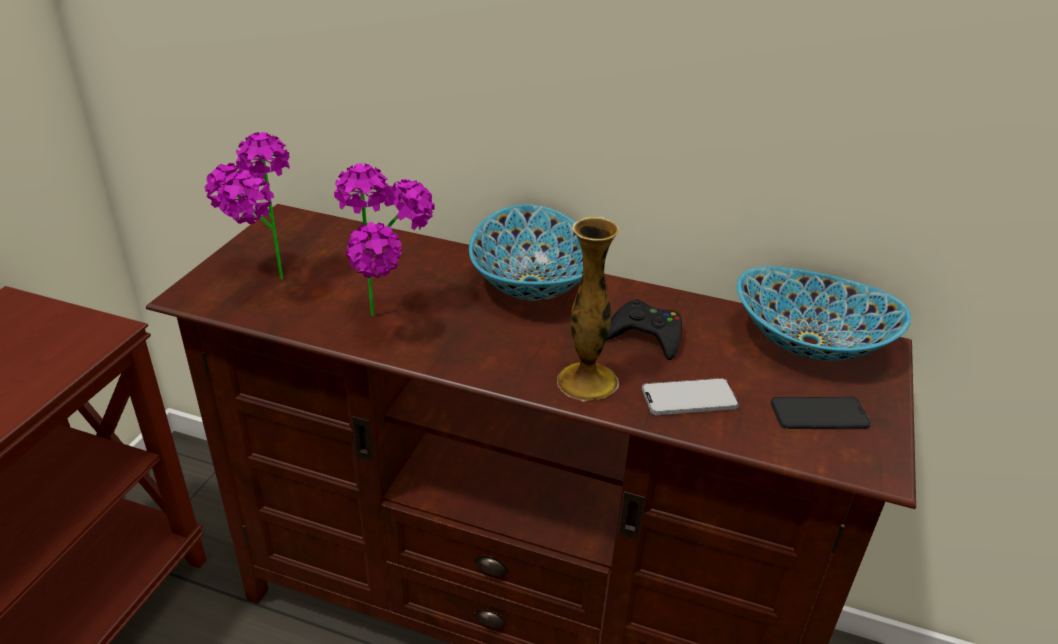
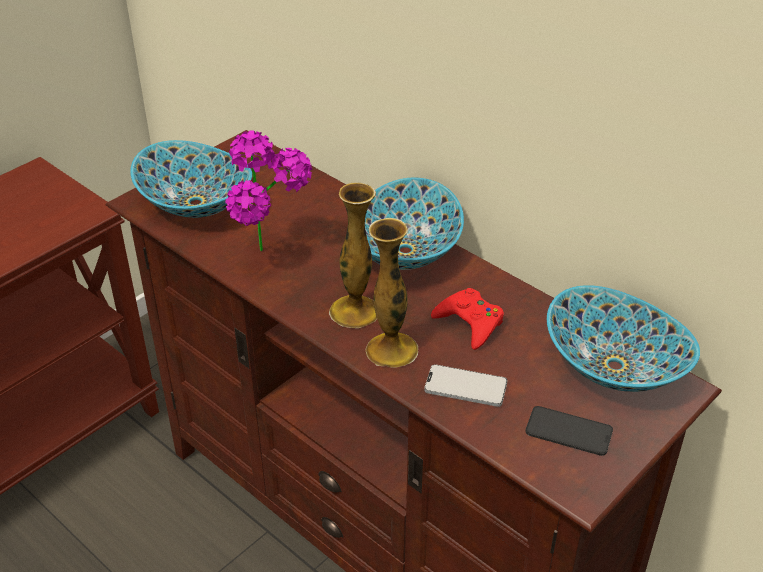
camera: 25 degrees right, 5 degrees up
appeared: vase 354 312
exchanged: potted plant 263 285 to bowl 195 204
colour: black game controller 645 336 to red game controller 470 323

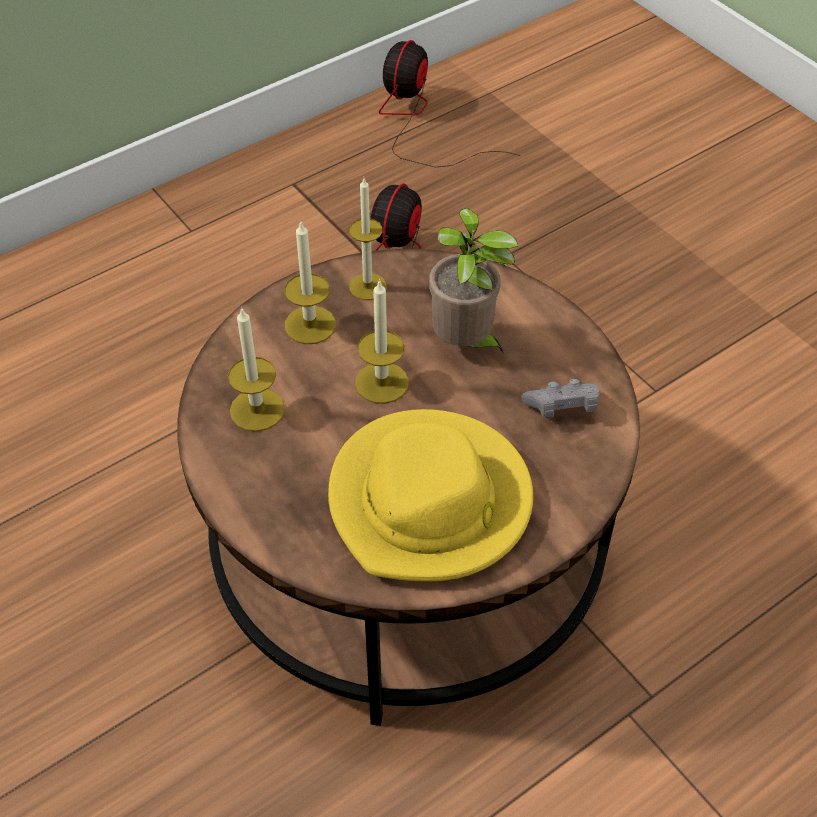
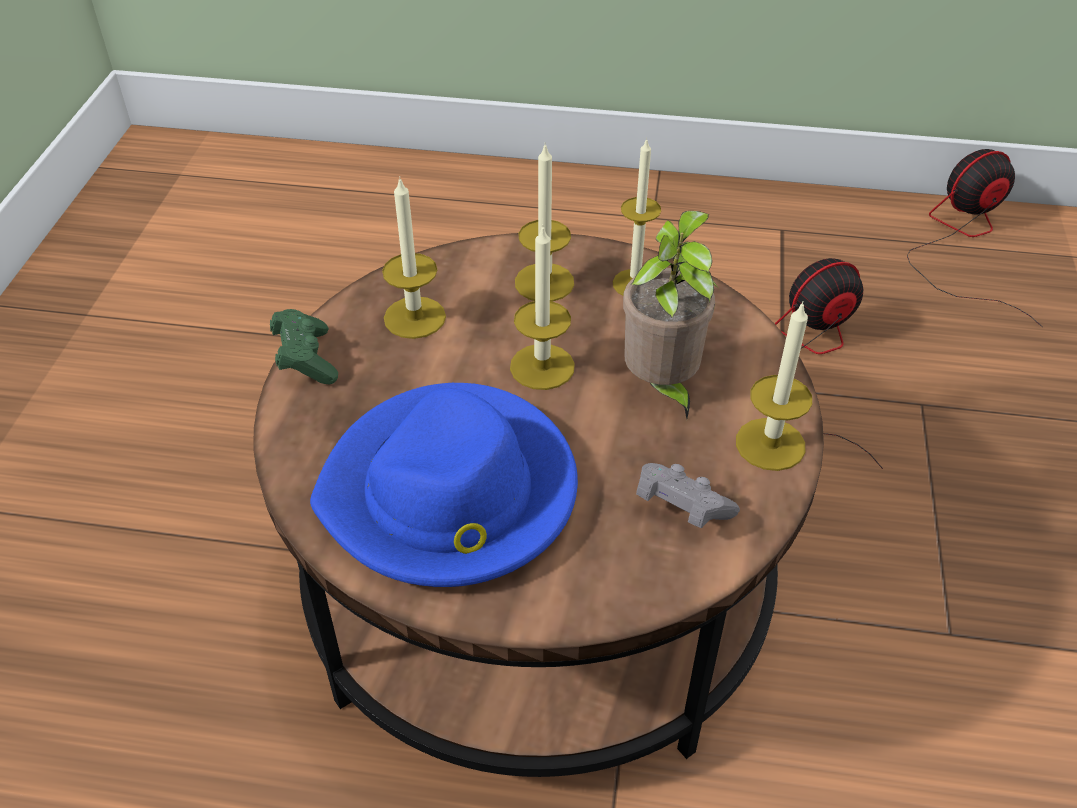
camera: 45 degrees right, 5 degrees down
appeared: green game controller 306 360; candle 770 444
colour: yellow hat 430 502 to blue hat 450 493

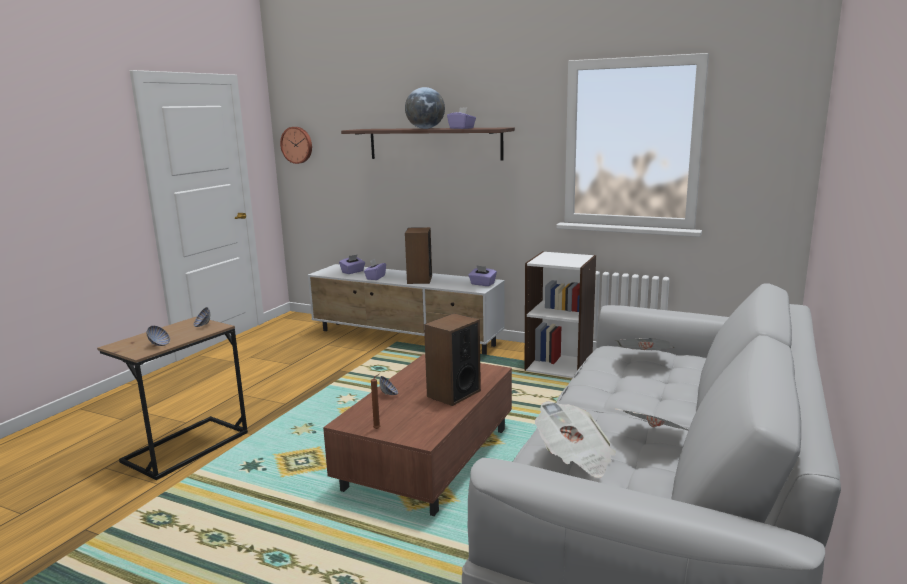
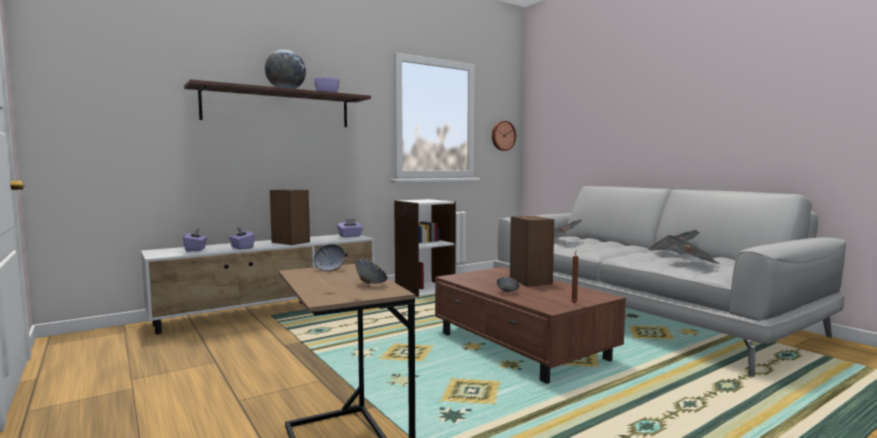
camera: 60 degrees left, 10 degrees down
relocated: wall clock 297 145 to 502 136

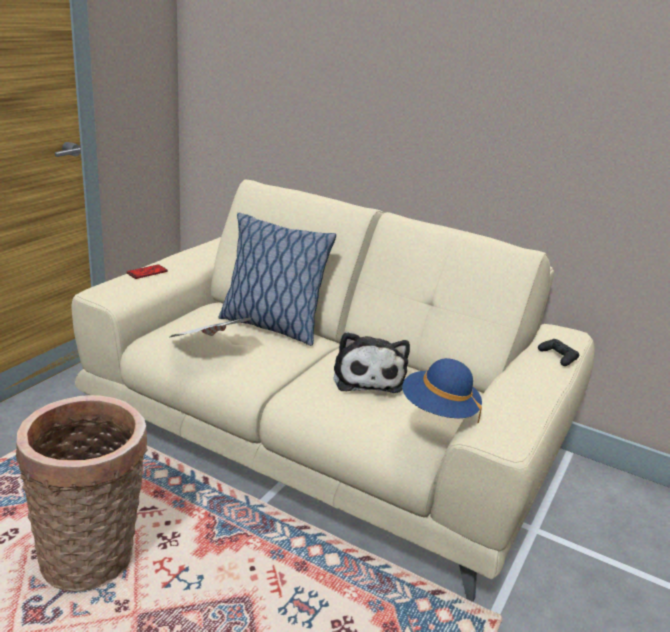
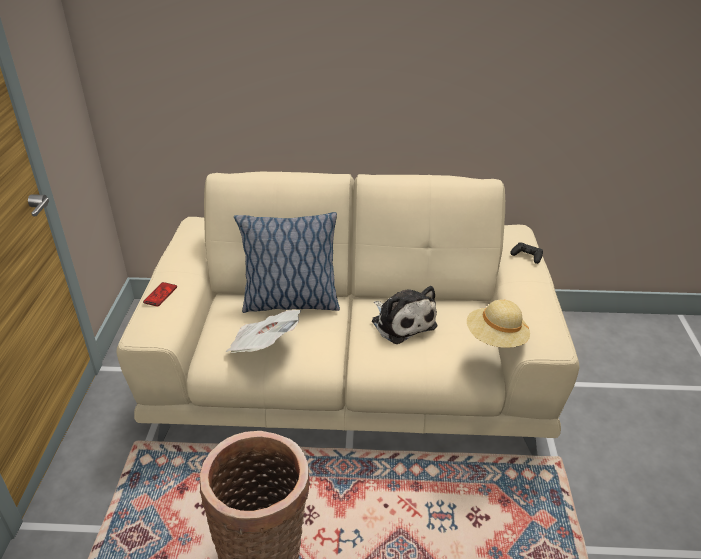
camera: 25 degrees left, 10 degrees up
colour: blue hat 438 411 to beige hat 496 339

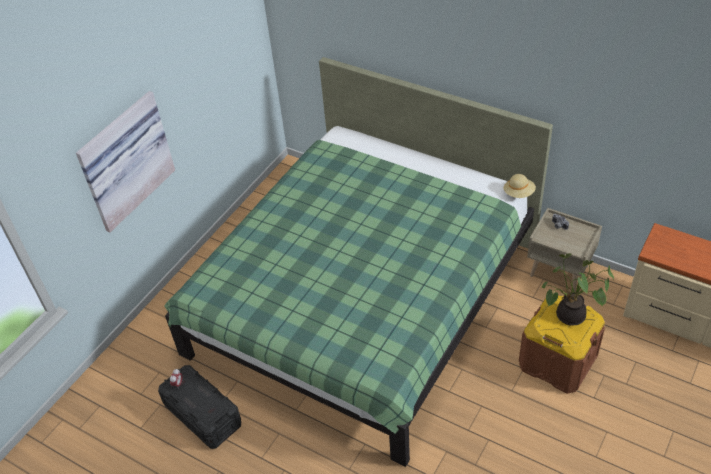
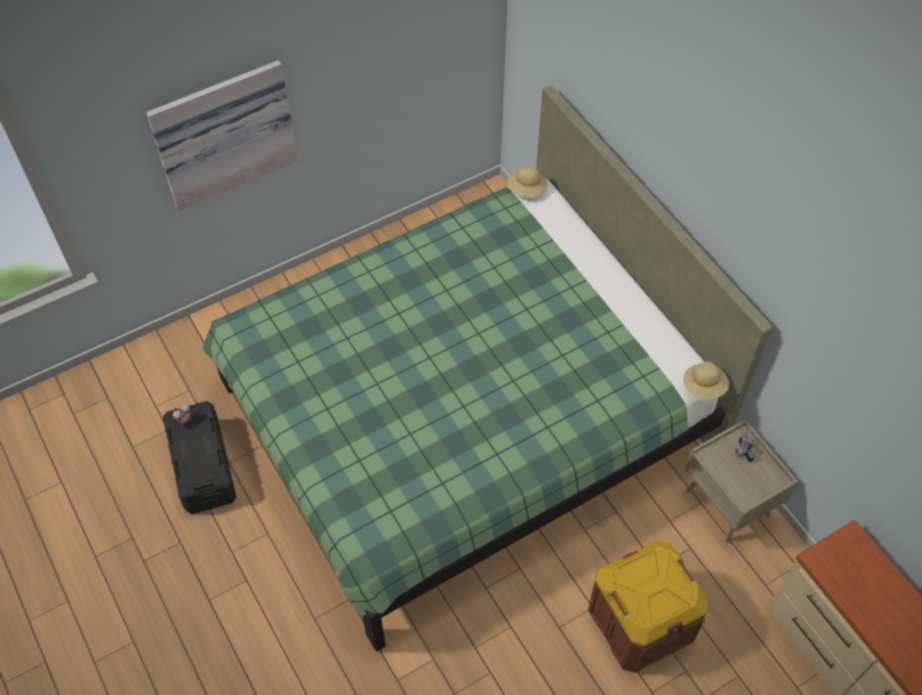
camera: 25 degrees right, 10 degrees up
missing: potted plant 569 317
appeared: beige hat 526 190

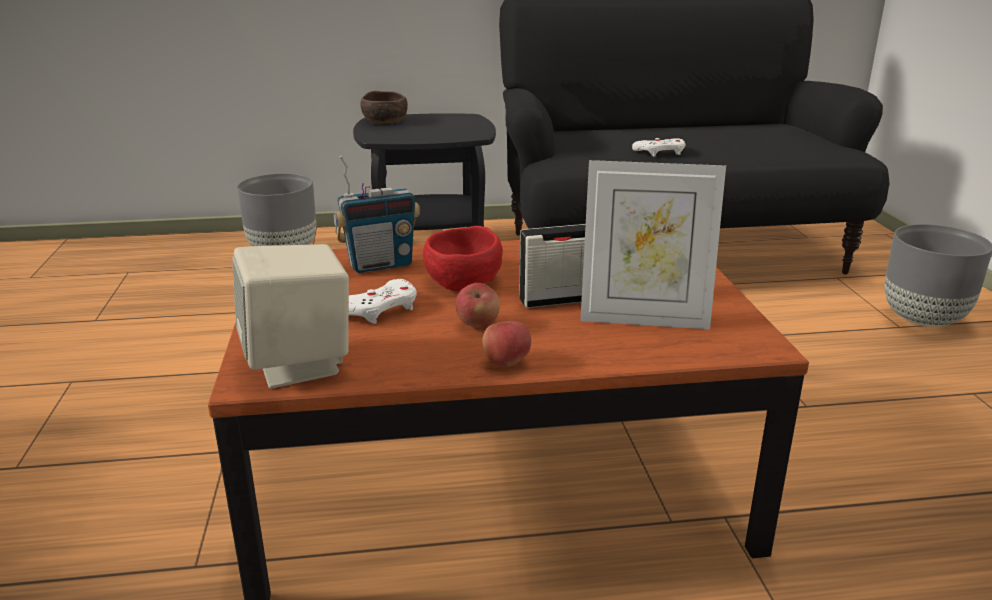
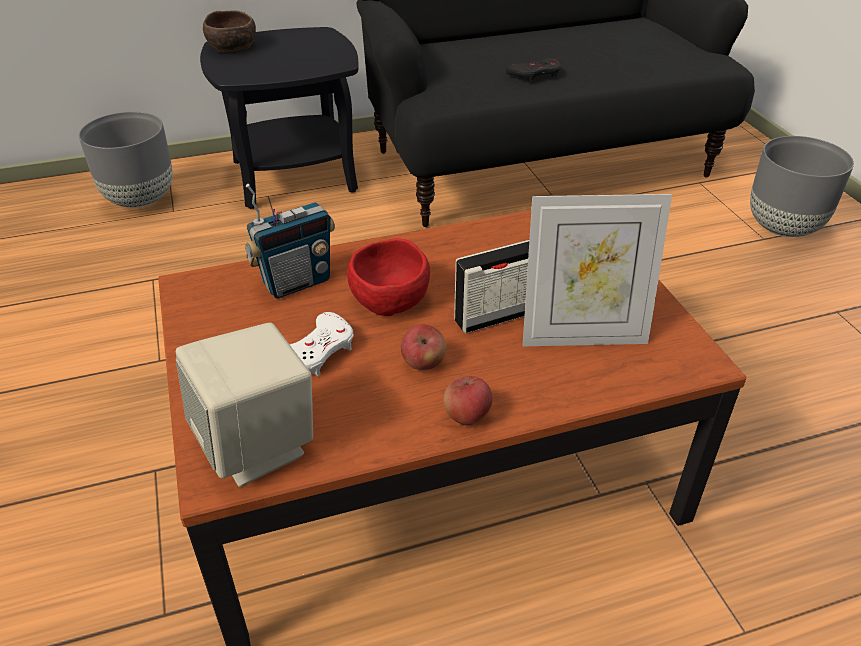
camera: 10 degrees left, 15 degrees up
colour: white game controller 660 152 to black game controller 535 75

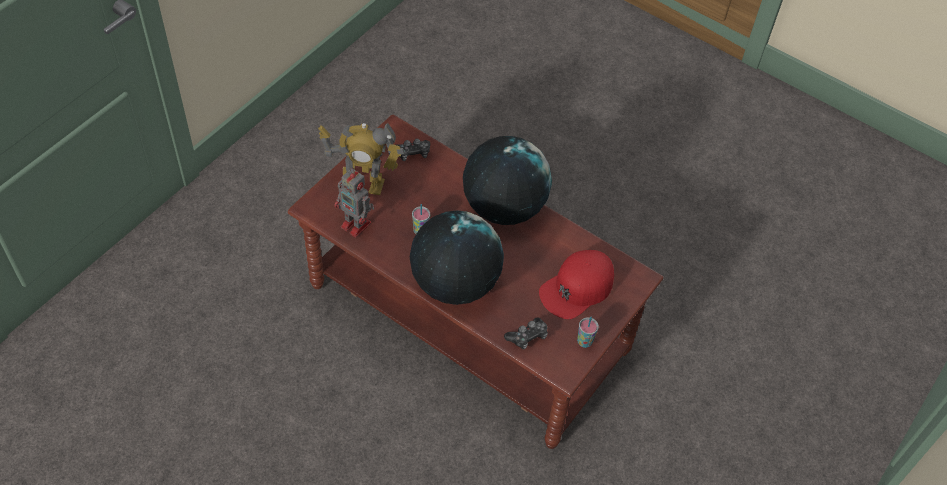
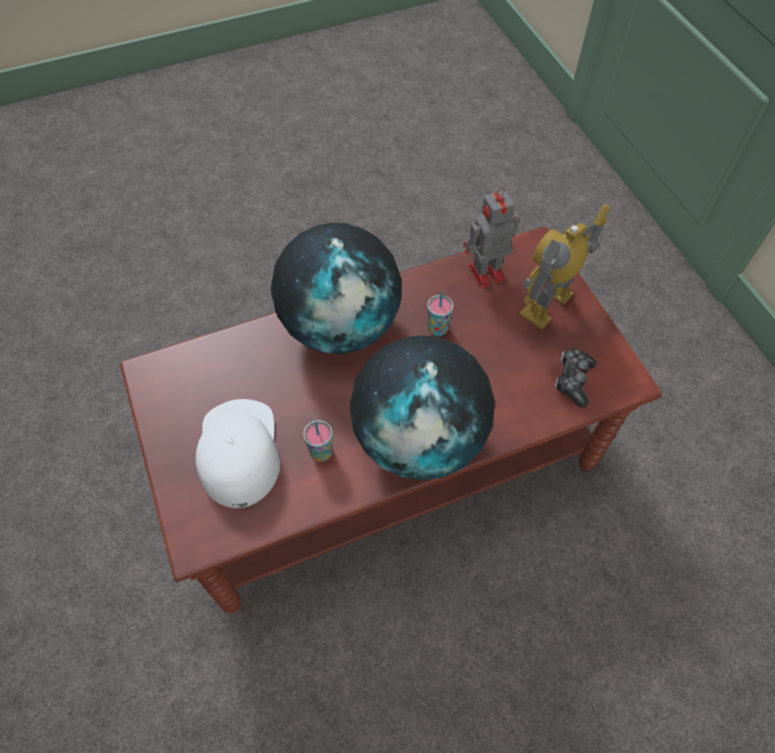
camera: 125 degrees right, 5 degrees up
missing: game controller 527 337
relocated: cup 584 342 to 321 453
colour: red cap 577 288 to white cap 238 451

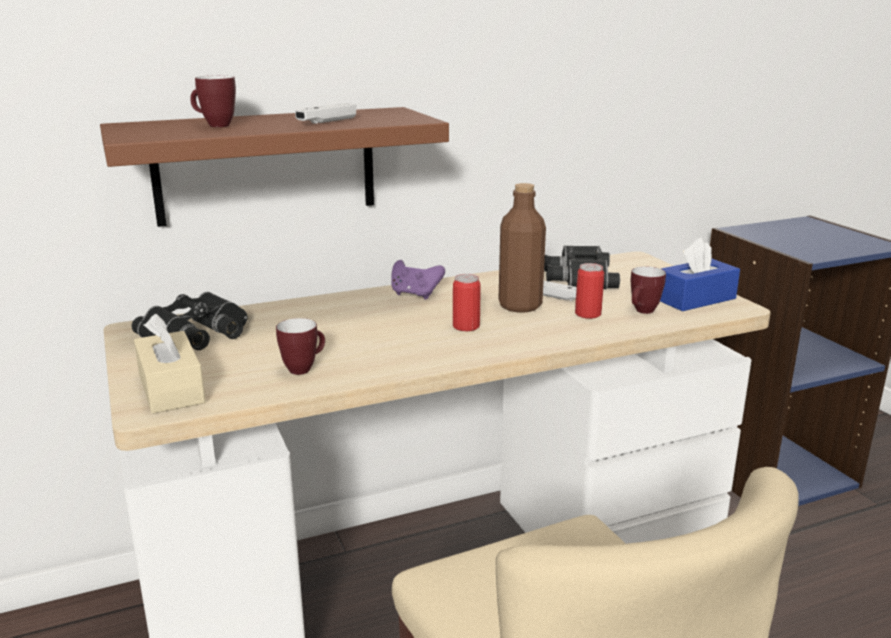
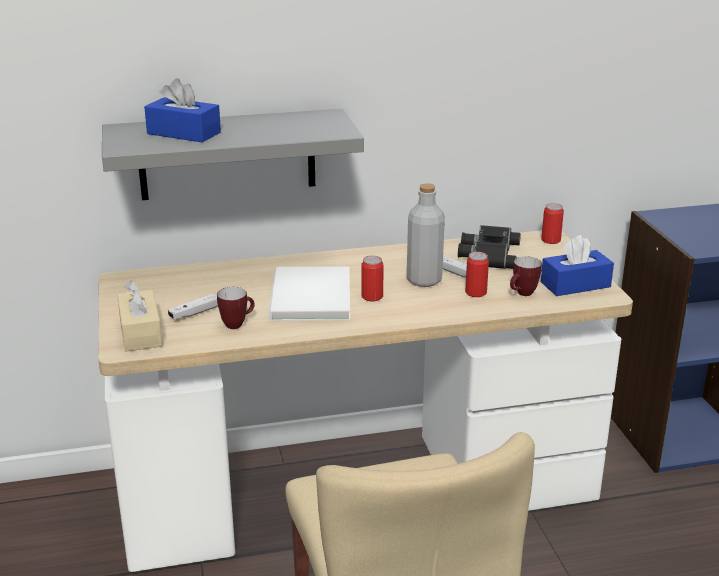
camera: 10 degrees right, 5 degrees up
missing: black binoculars 197 334; purple game controller 415 295
appeared: white book 308 298; can 551 240
relocated: white game controller 327 121 to 194 313
exchanged: mug 214 125 to blue tissue box 184 133
colour: brown shelf 266 165 to grey shelf 227 154; brown bottle 520 306 to grey bottle 424 280

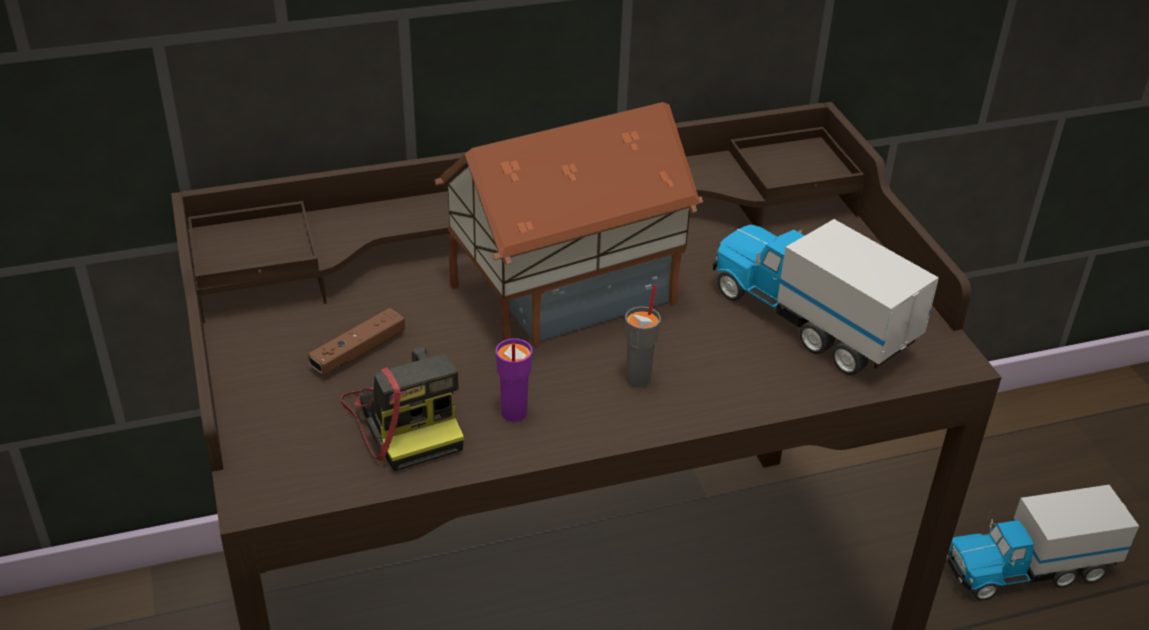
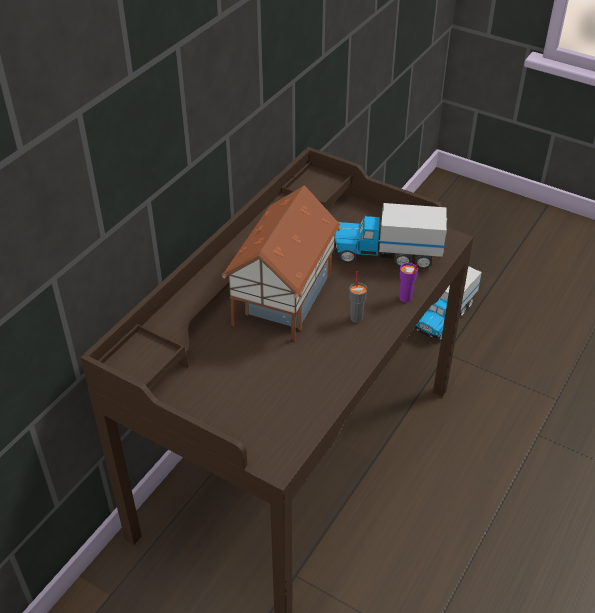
camera: 40 degrees left, 5 degrees up
missing: brown game controller 358 352; photo camera 407 418
relocated: purple cup 513 413 to 405 298

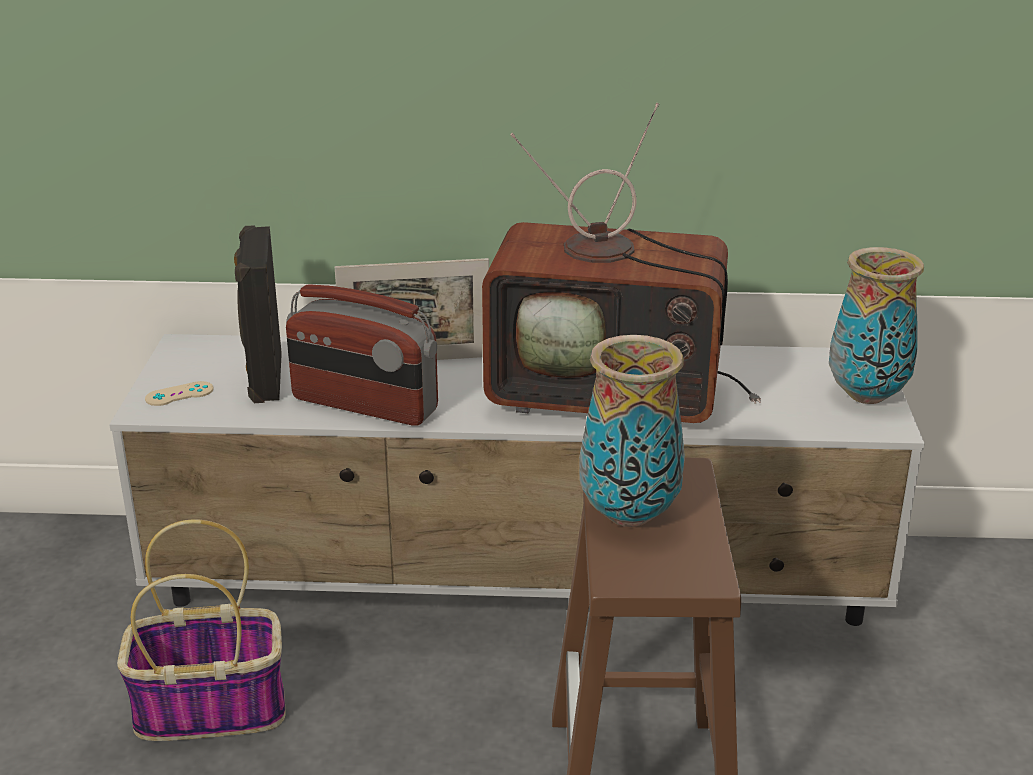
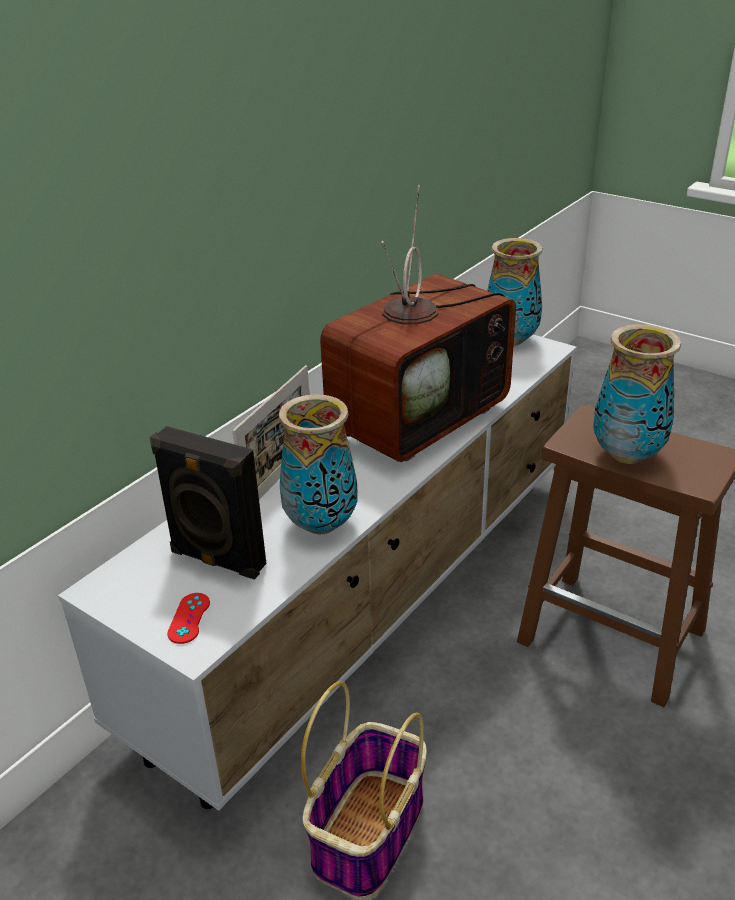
camera: 55 degrees left, 5 degrees up
exchanged: radio 364 405 to vase 321 524
colour: beige game controller 179 394 to red game controller 189 618

